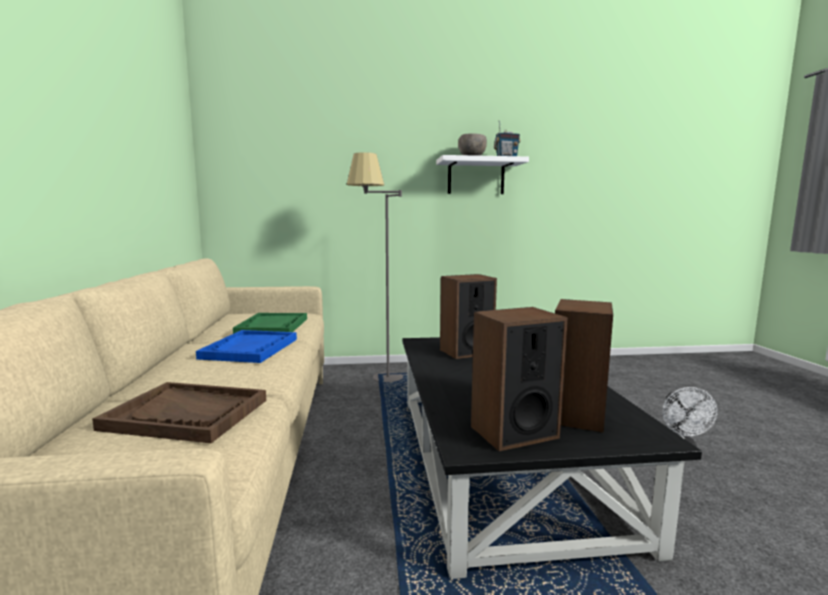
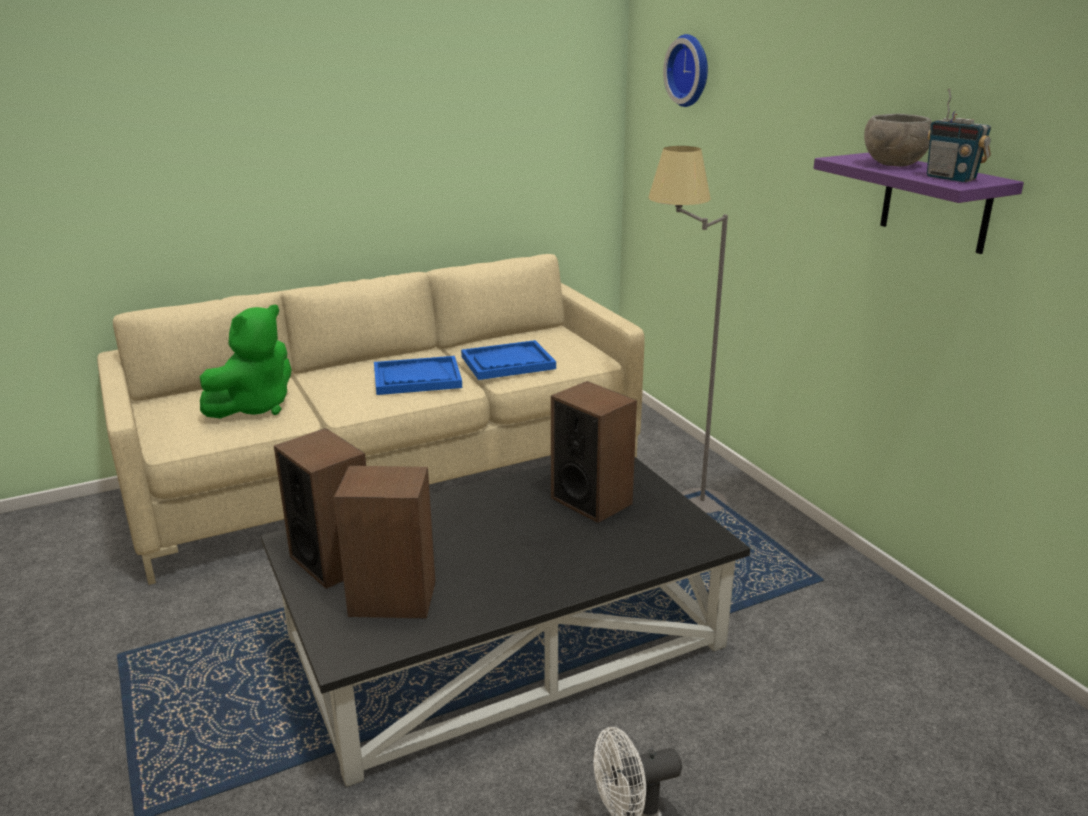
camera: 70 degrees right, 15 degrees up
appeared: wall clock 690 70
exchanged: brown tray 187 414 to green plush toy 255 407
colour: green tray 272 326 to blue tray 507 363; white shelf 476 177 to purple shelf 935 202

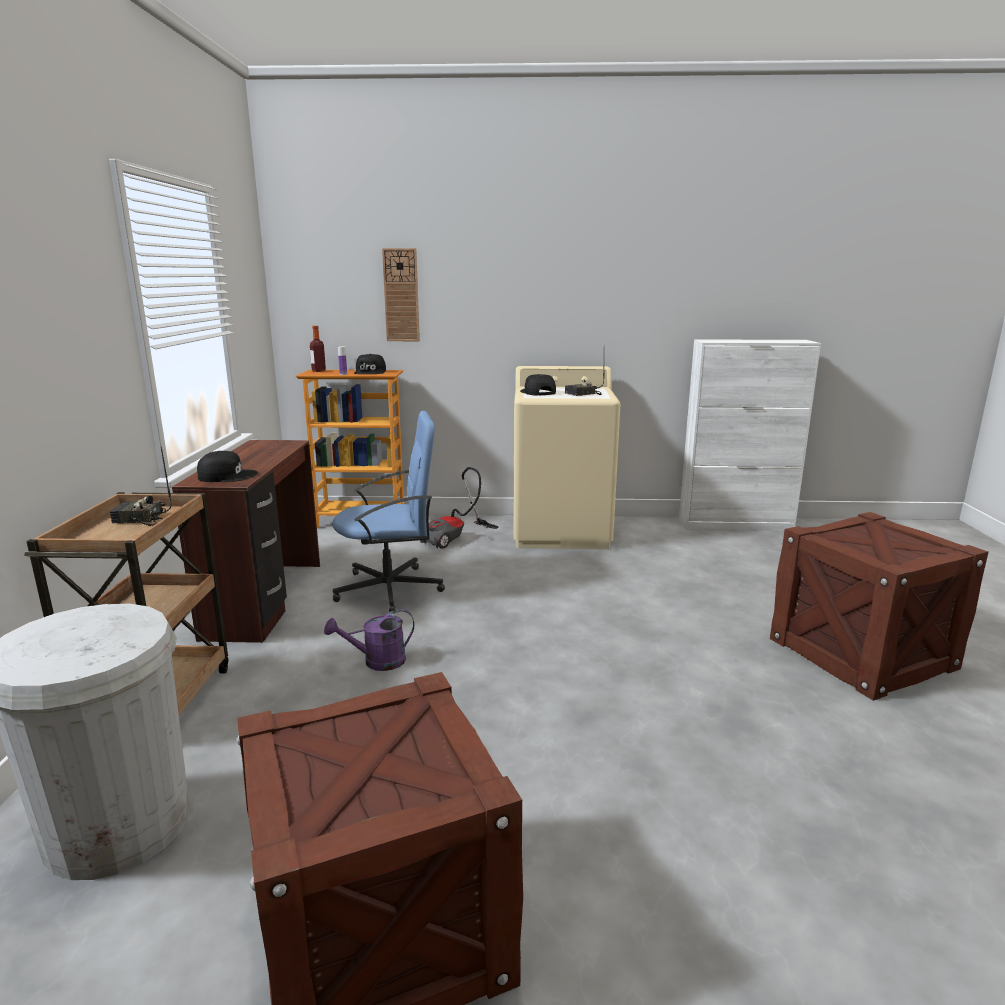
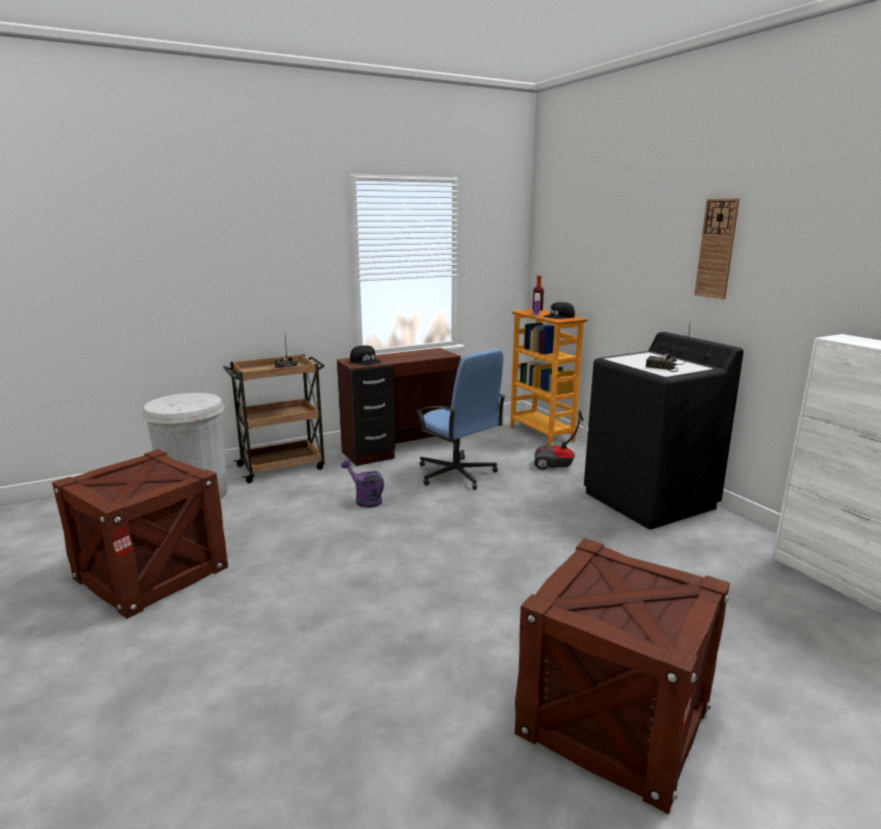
camera: 60 degrees right, 0 degrees up
missing: black cap 537 392
relocated: wall clock 401 295 to 716 249
colour: beige washing machine 561 531 to black washing machine 649 500

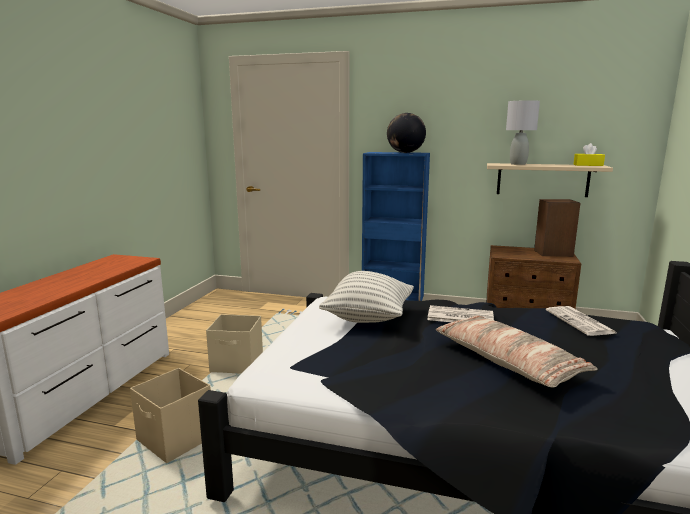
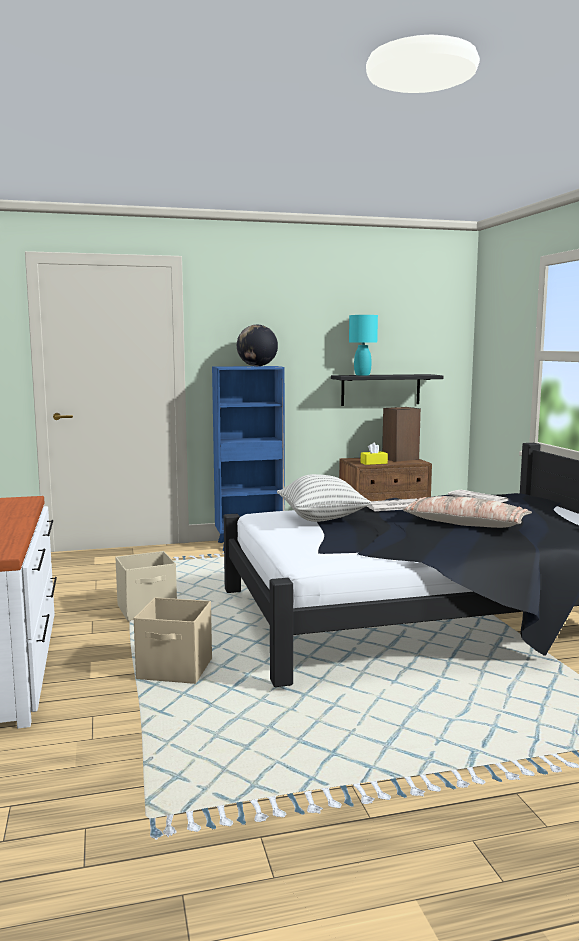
camera: 30 degrees left, 5 degrees down
relocated: yellow tissue box 588 165 to 373 463
colour: beige shelf 542 179 to black shelf 380 389; grey table lamp 518 164 to turquoise table lamp 362 375

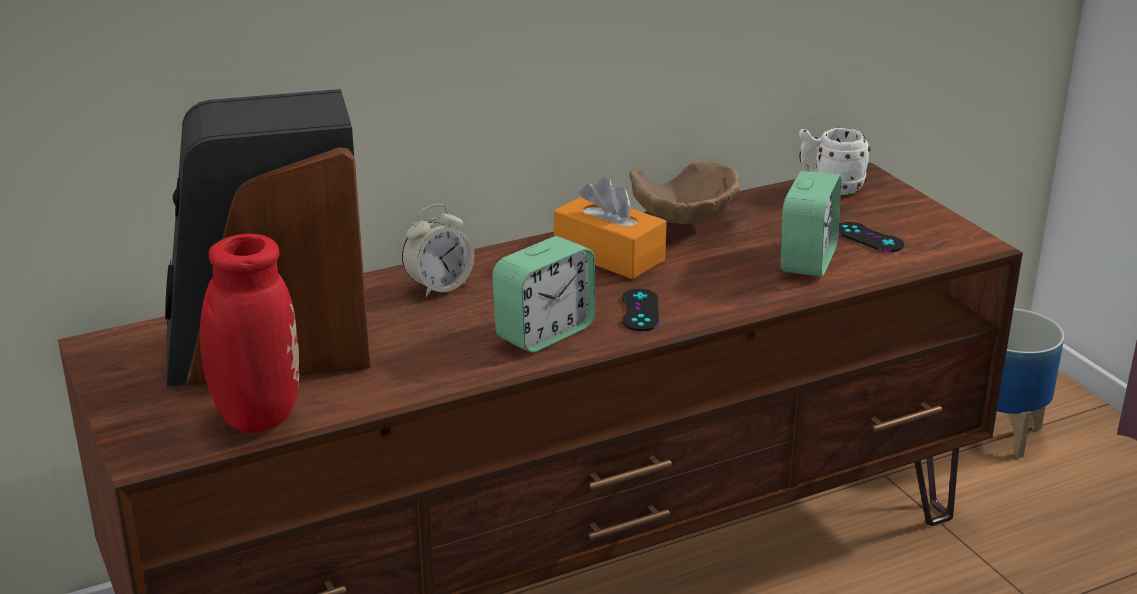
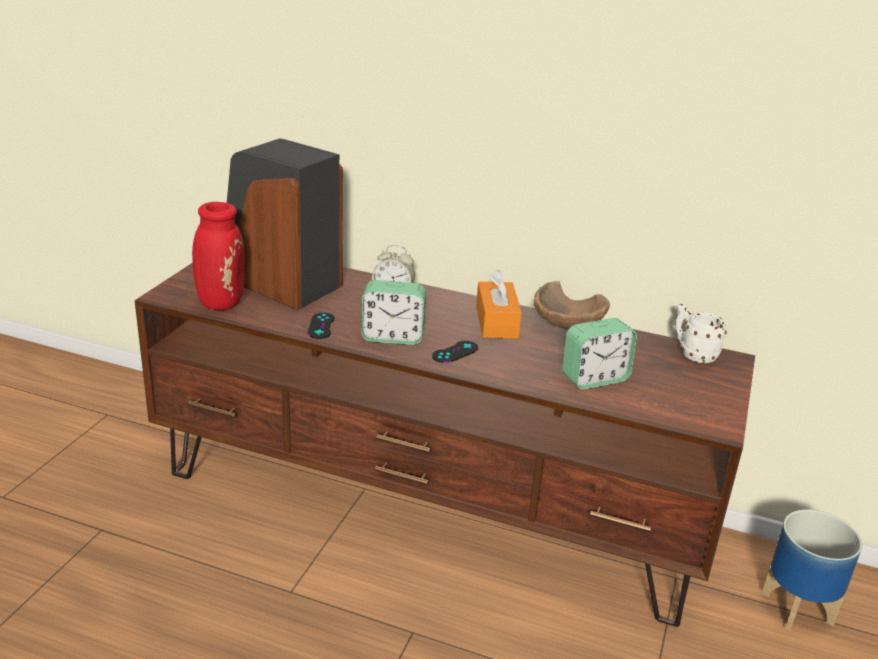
camera: 45 degrees right, 0 degrees up
relocated: black game controller 868 237 to 321 326

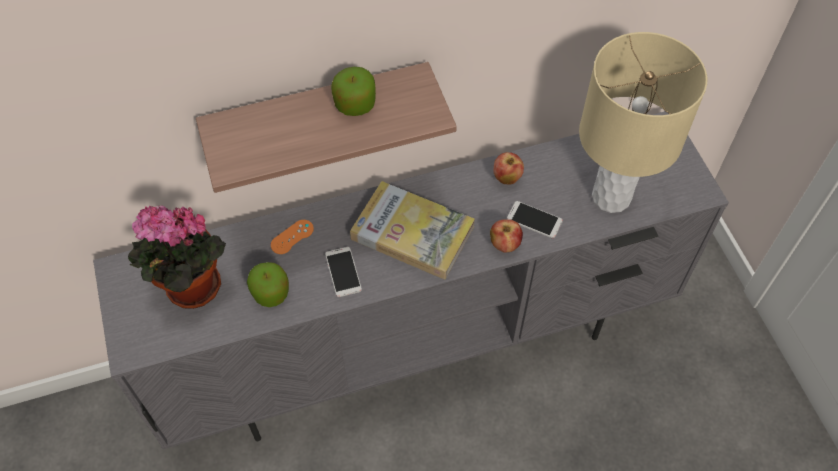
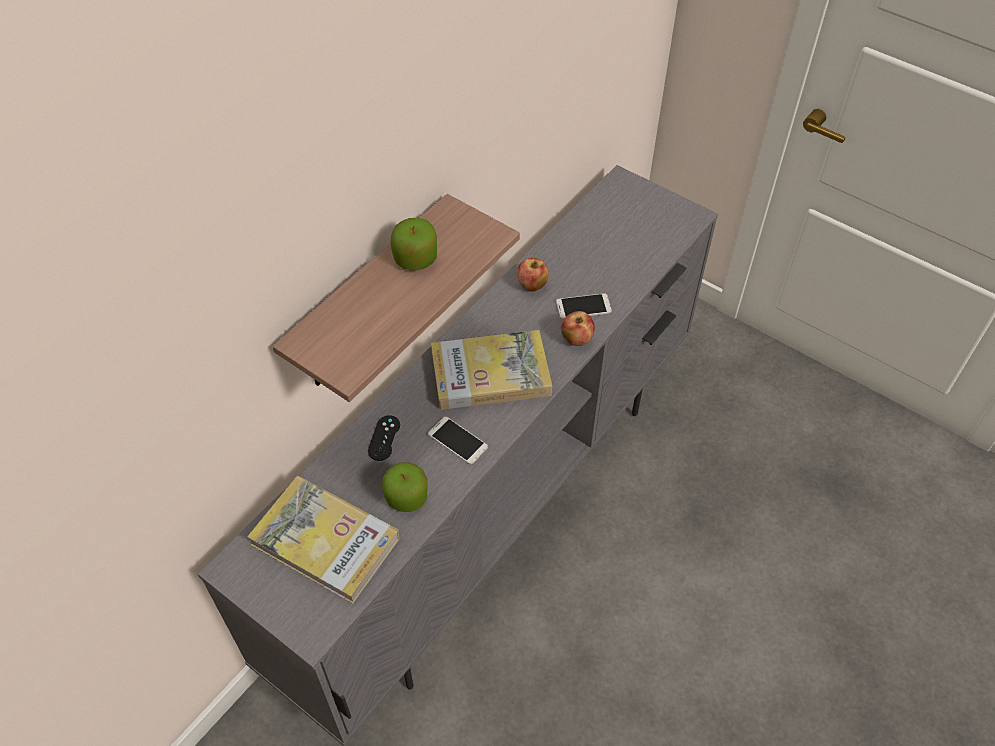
camera: 35 degrees left, 5 degrees down
missing: beige table lamp 611 197
exchanged: potted plant 190 290 to book 325 541
colour: orange game controller 292 237 to black game controller 384 438

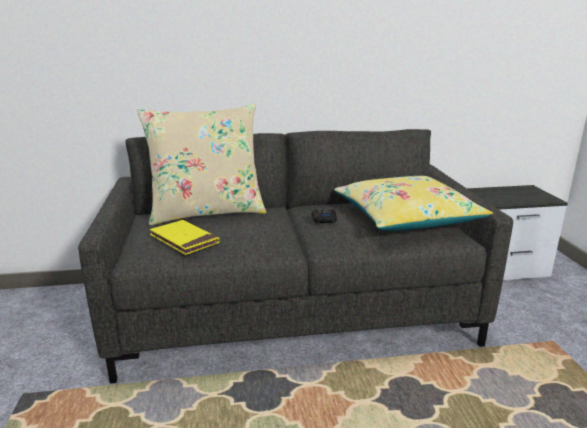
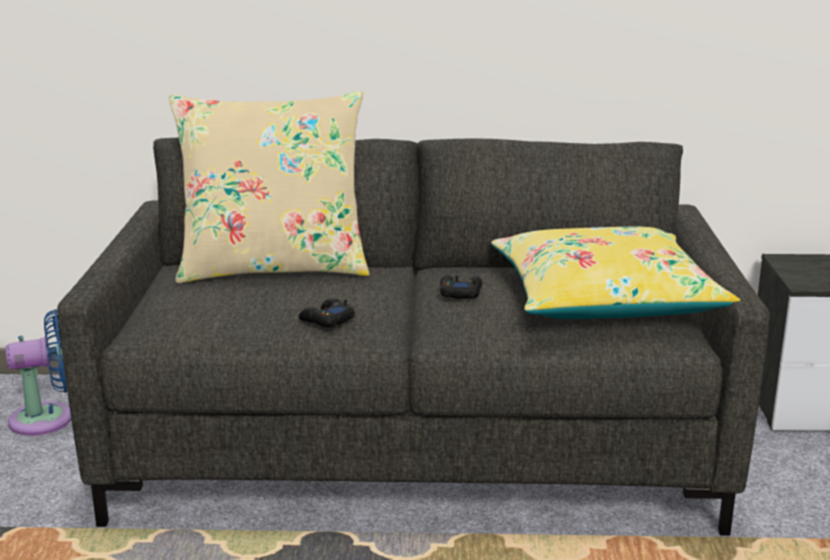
camera: 10 degrees right, 0 degrees up
missing: yellow book 184 240
appeared: blue fan 49 419; black game controller 326 320

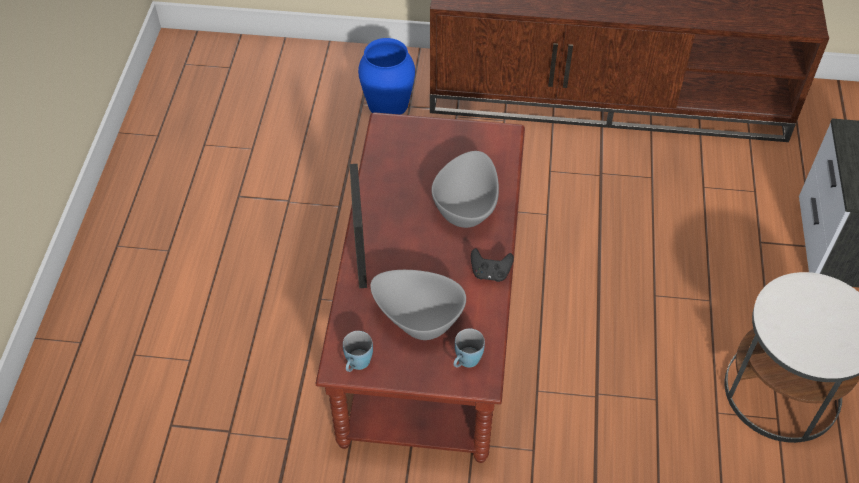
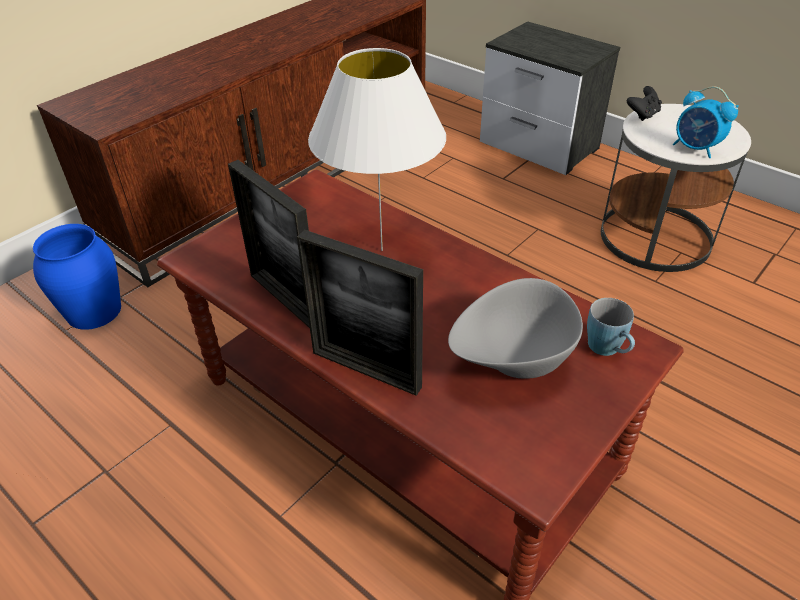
camera: 55 degrees left, 10 degrees down
missing: blue mug 357 365
appeared: picture frame 284 299; alarm clock 695 149
relocated: black game controller 490 273 to 642 115
exchanged: grey bowl 466 208 to white table lamp 382 250

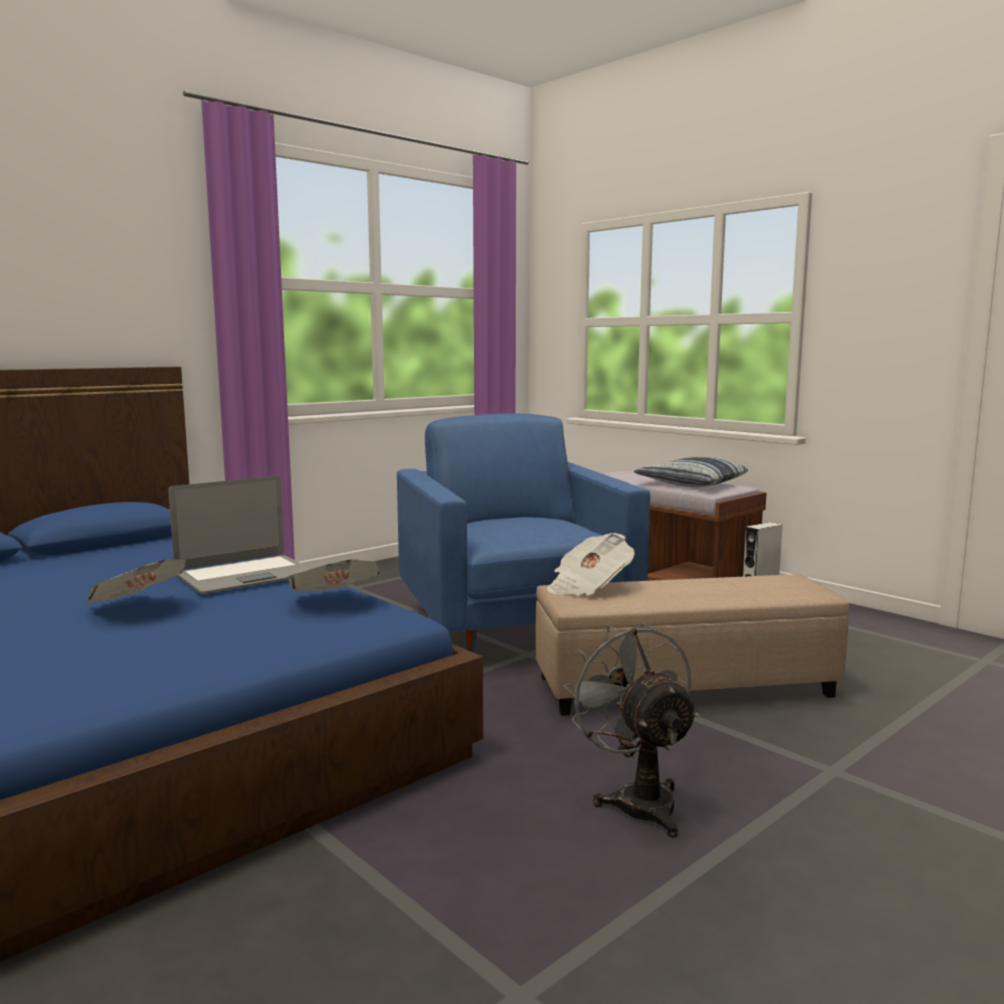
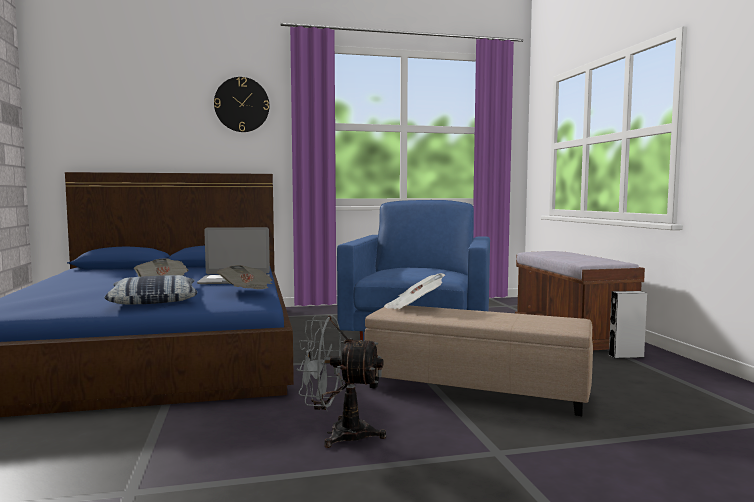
camera: 30 degrees right, 5 degrees down
appeared: wall clock 242 104
relocated: pillow 691 483 to 154 300
spun: grey fan 637 799 = 339 434 90 degrees counterclockwise

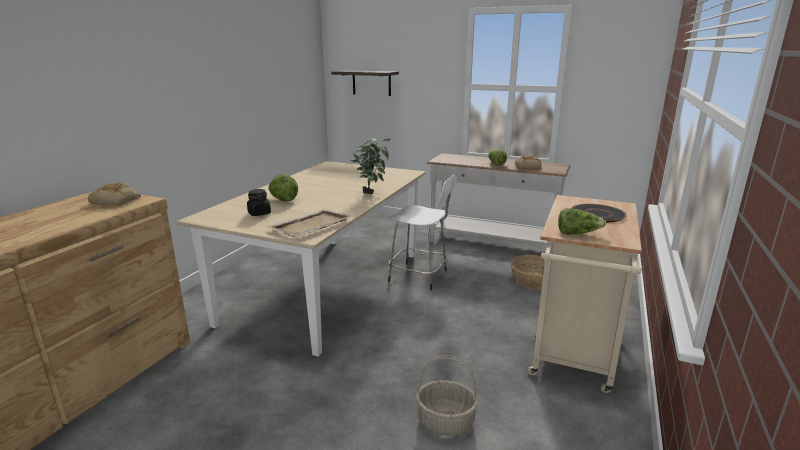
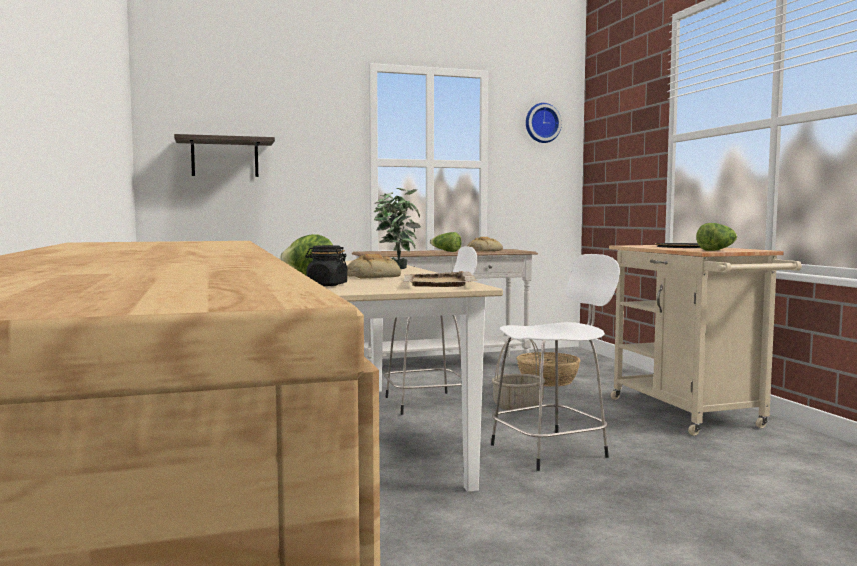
camera: 40 degrees left, 15 degrees down
appeared: white stool 552 450; wall clock 542 123
relocated: bread 117 201 to 373 276; basket 446 421 to 518 406

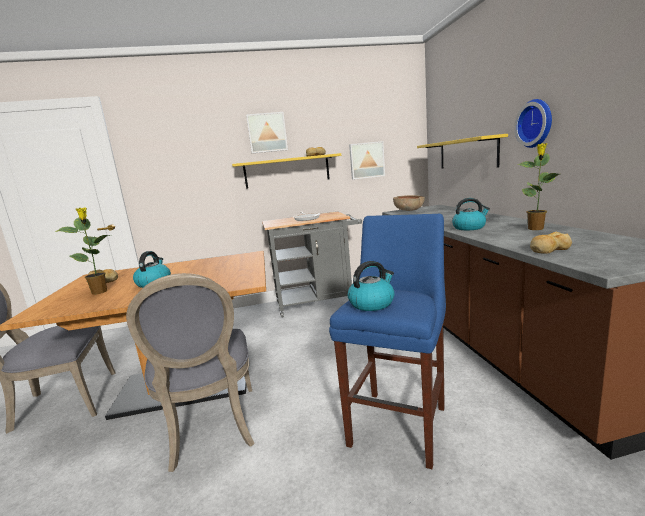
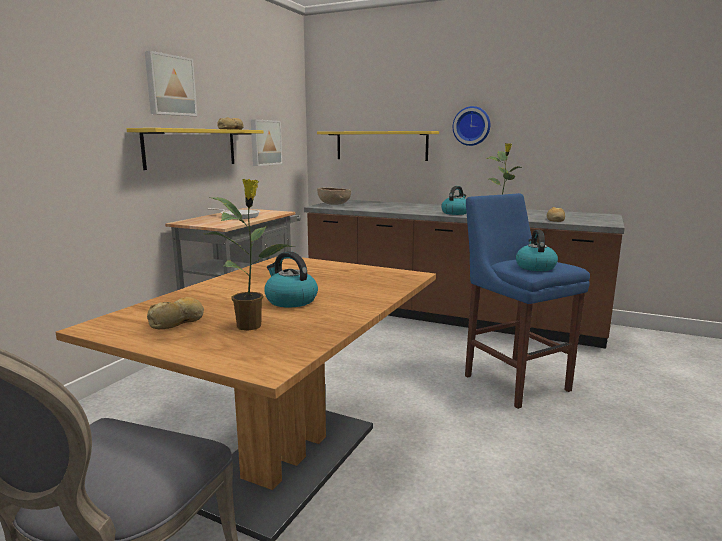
camera: 55 degrees left, 0 degrees up
missing: grey chair 211 429

